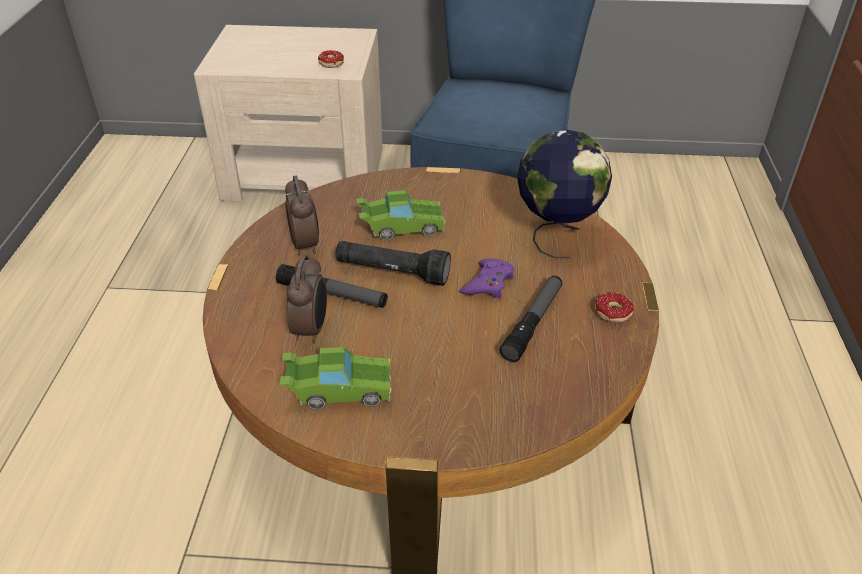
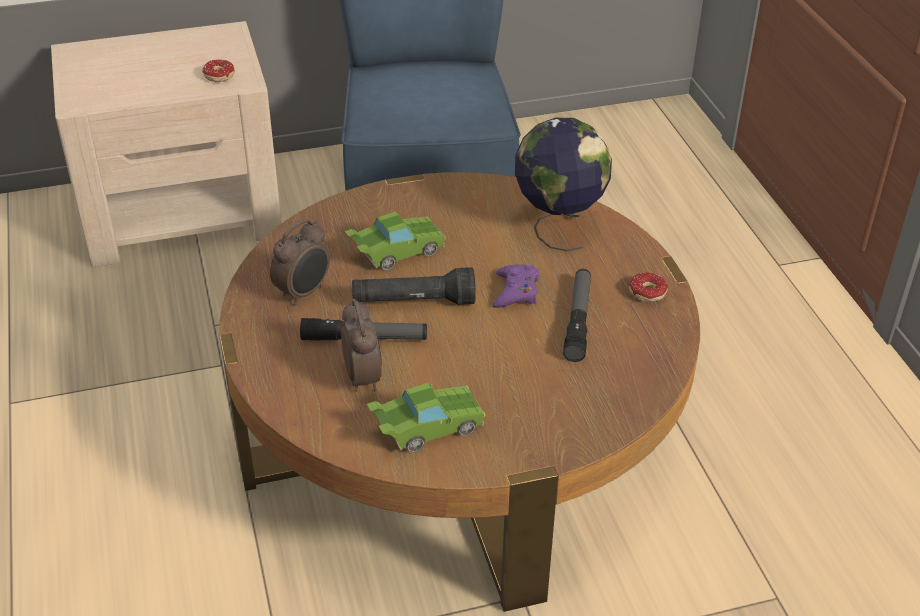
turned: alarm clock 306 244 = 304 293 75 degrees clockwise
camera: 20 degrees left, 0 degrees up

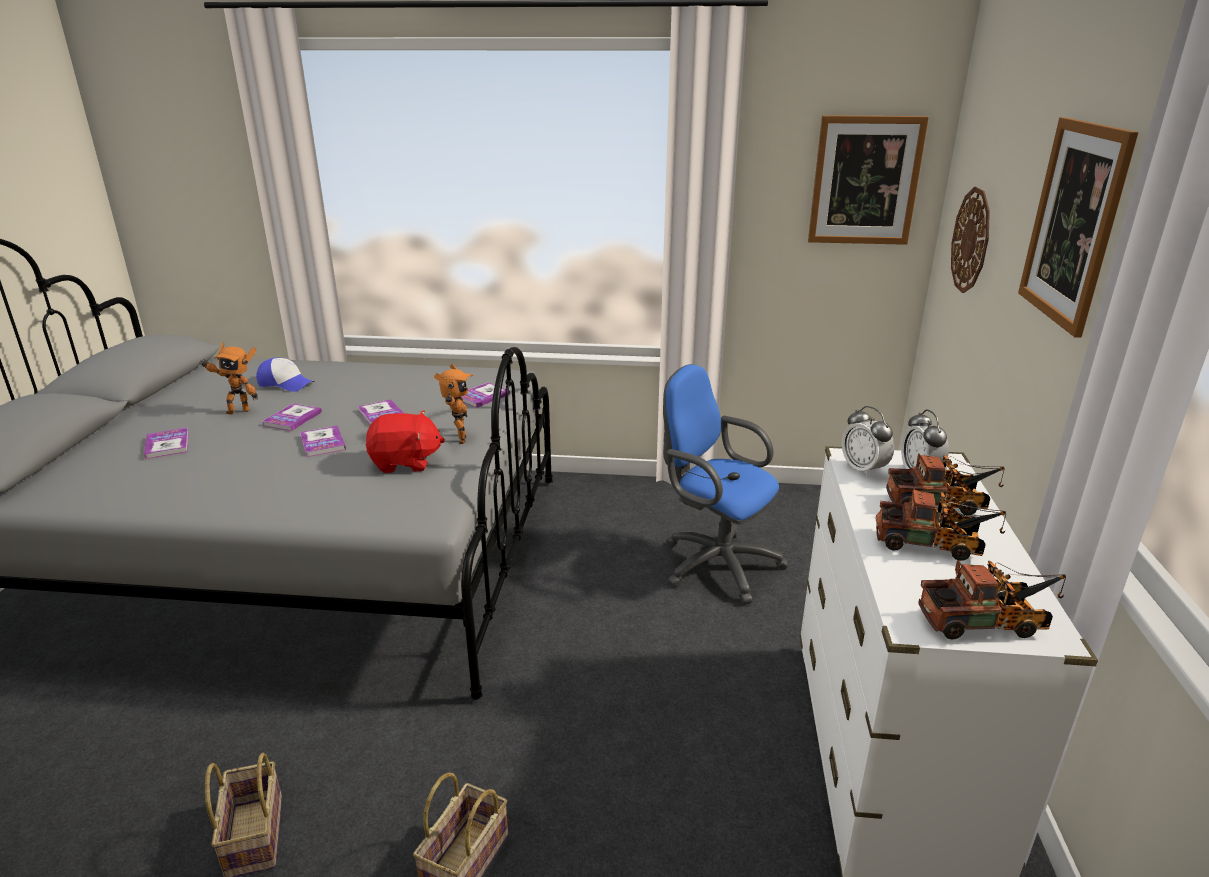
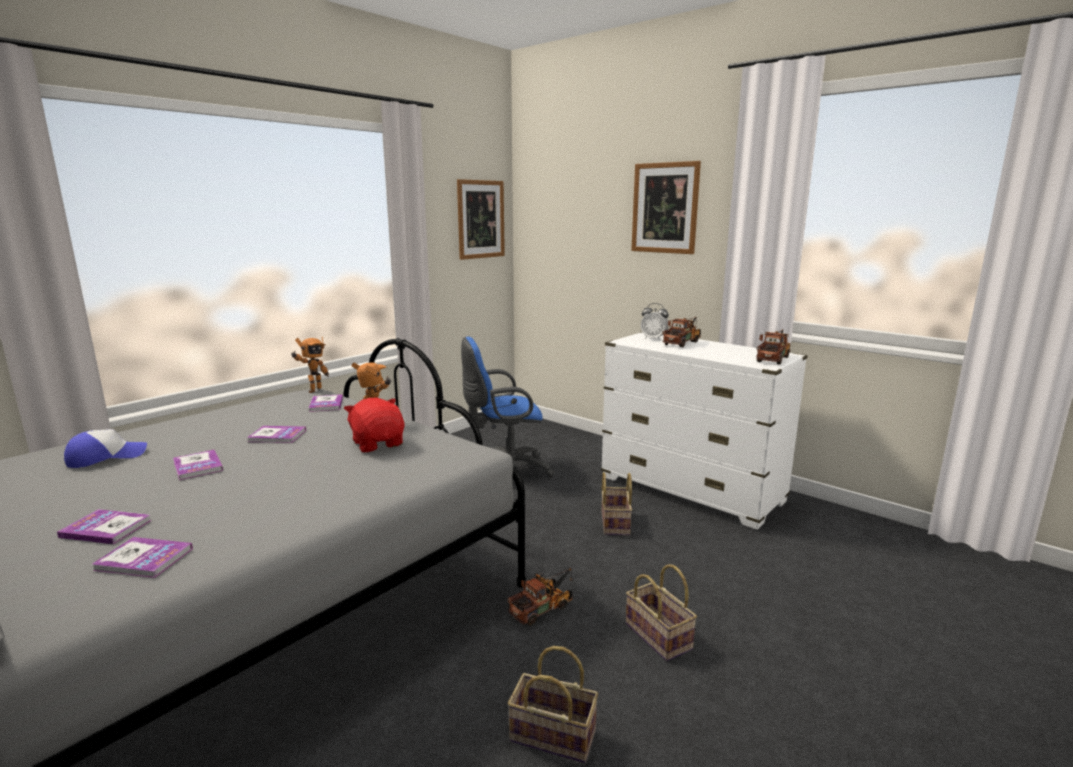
removed: alarm clock 863 469; wall clock 971 240
added: basket 614 522
moved: toy robot 238 411 to 313 390; book 323 443 to 144 559; toy truck 934 545 to 544 607
turned: red plush toy 405 462 = 378 443 60 degrees counterclockwise
camera: 55 degrees left, 10 degrees down

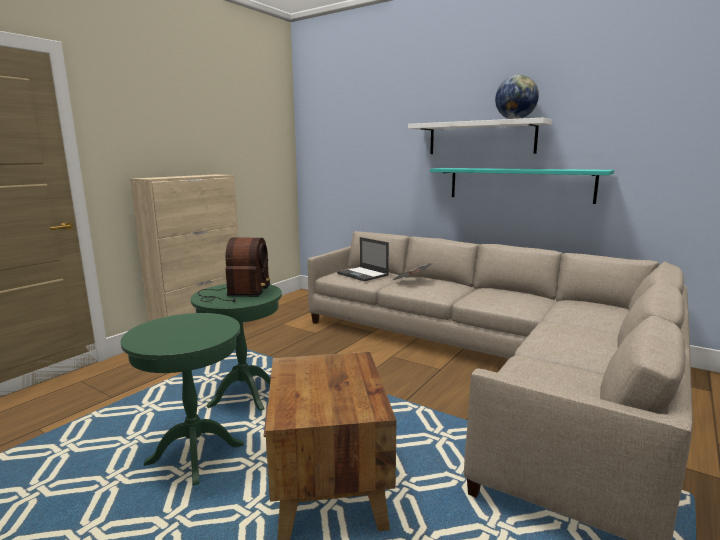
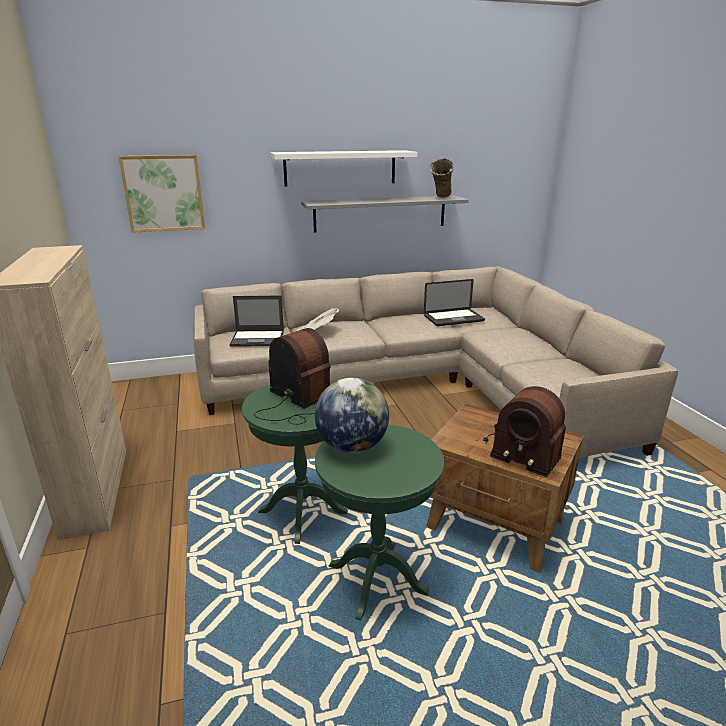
added: picture 164 193; laptop 453 318; beige vase 441 198; radio 521 448
moved: globe 515 119 to 352 446
recoloured: turquoise shelf 519 184 to grey shelf 380 213
camera: 50 degrees left, 10 degrees up

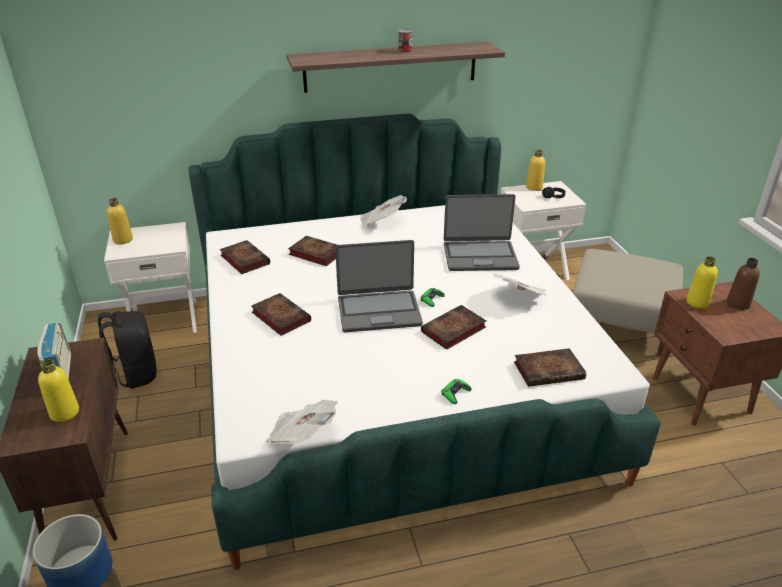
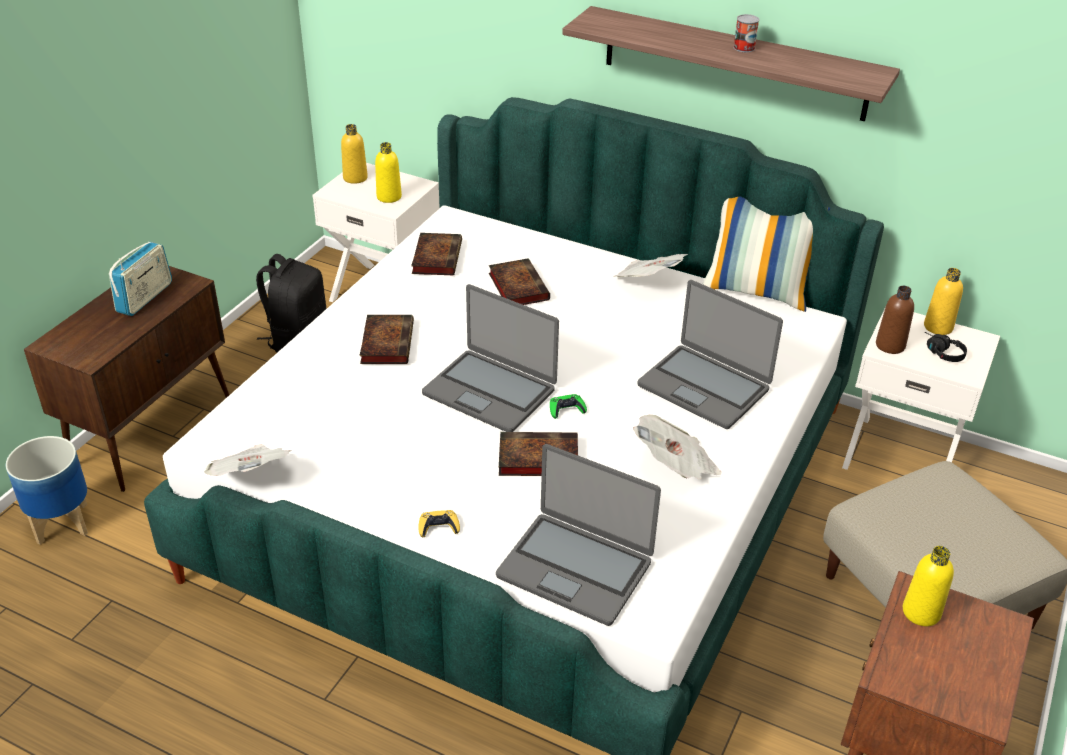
added: pillow 757 291
moved: yellow bottle 64 413 to 389 197; brown bottle 738 304 to 890 345
replaced: book 550 370 to laptop 575 568
recoloured: green game controller 455 393 to yellow game controller 438 527
camera: 40 degrees right, 5 degrees up

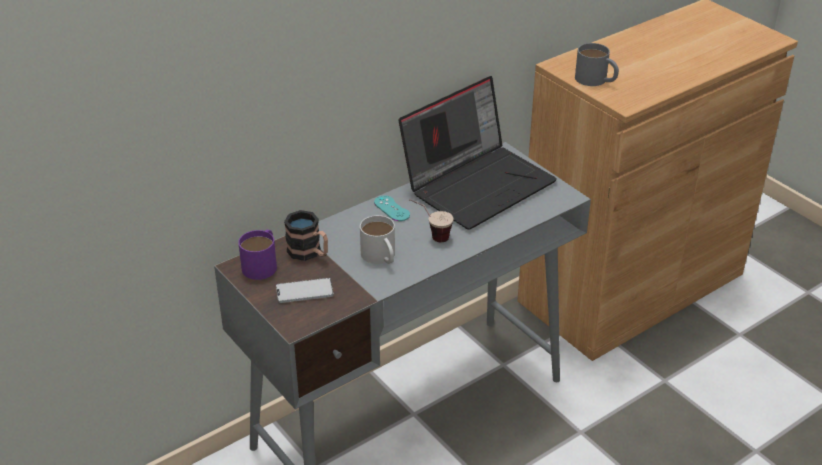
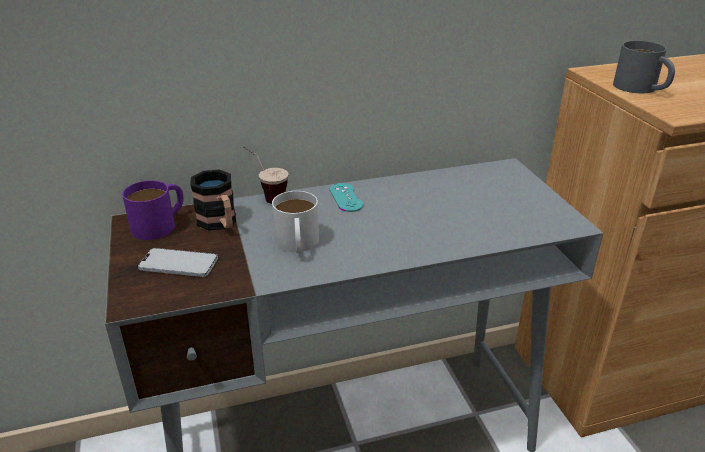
removed: laptop 478 183
moved: cup 430 236 to 266 196
camera: 20 degrees right, 5 degrees down

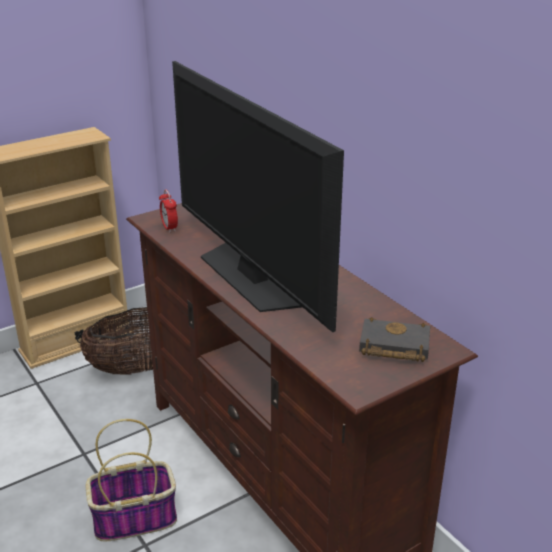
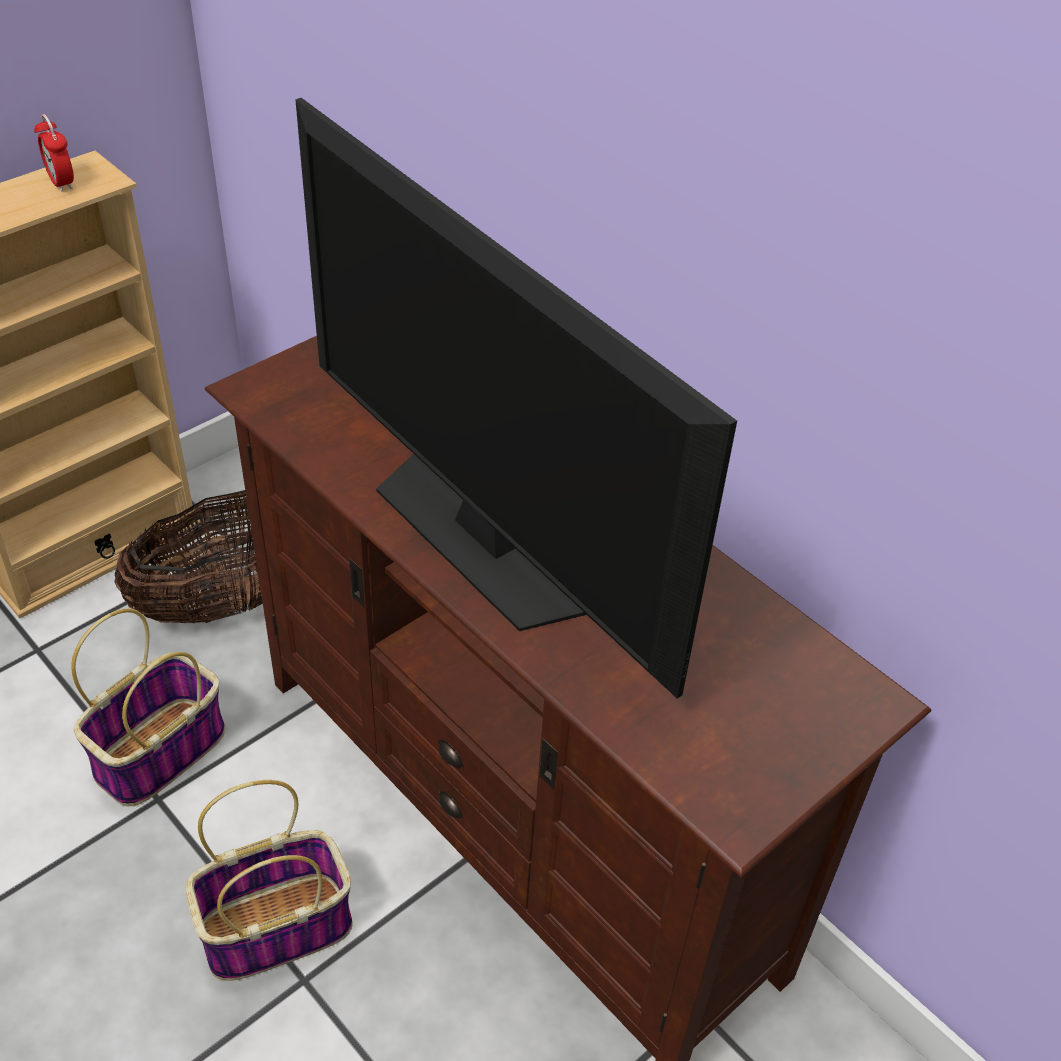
removed: black book 392 346
added: basket 160 751
moved: alarm clock 169 228 to 61 182
camera: 10 degrees left, 15 degrees up

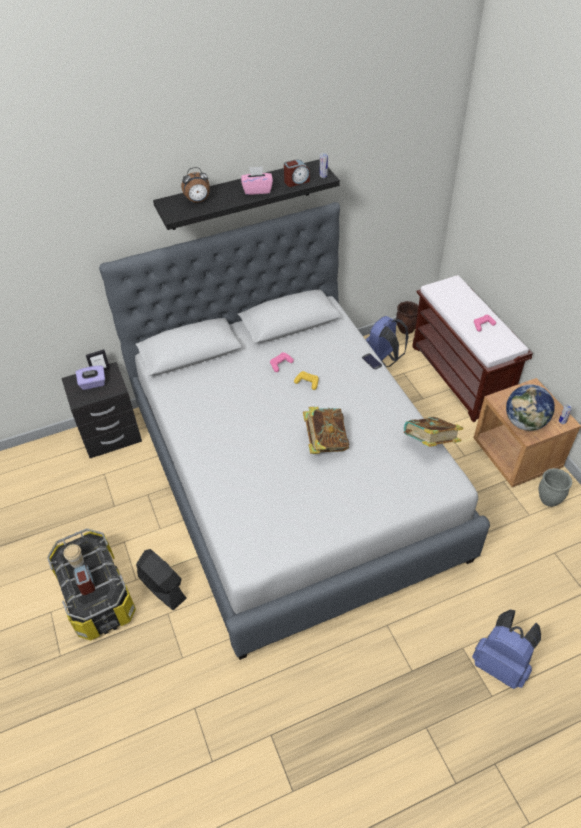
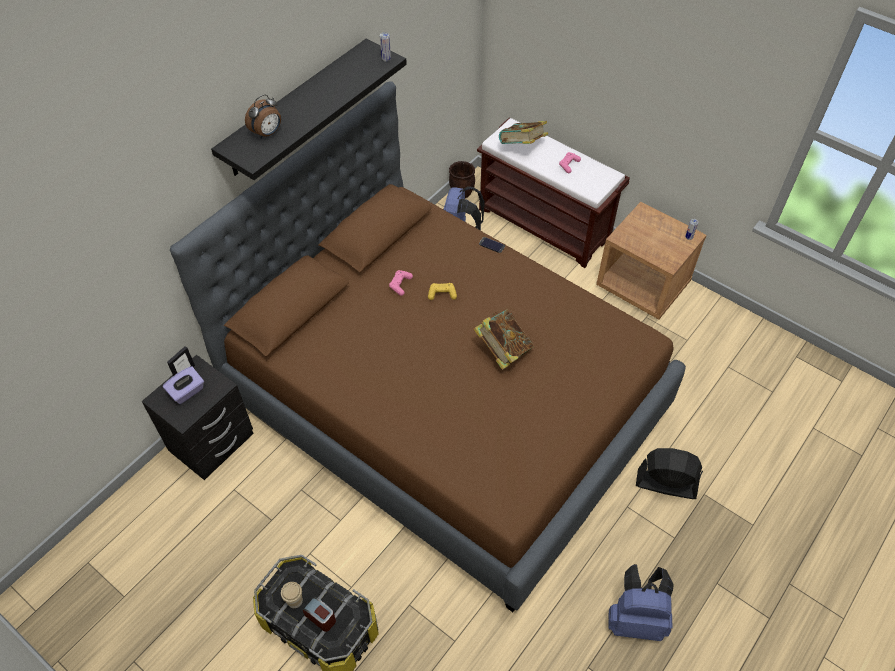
removed: pink tissue box 257 190; alarm clock 296 181; globe 525 422; grey planter 549 499
moved: black fan 162 587 to 666 484; book 429 443 to 522 147; blue backpack 501 664 to 636 619
recoloured: grey bed 293 479 to brown bed 447 402
camera: 30 degrees left, 5 degrees up

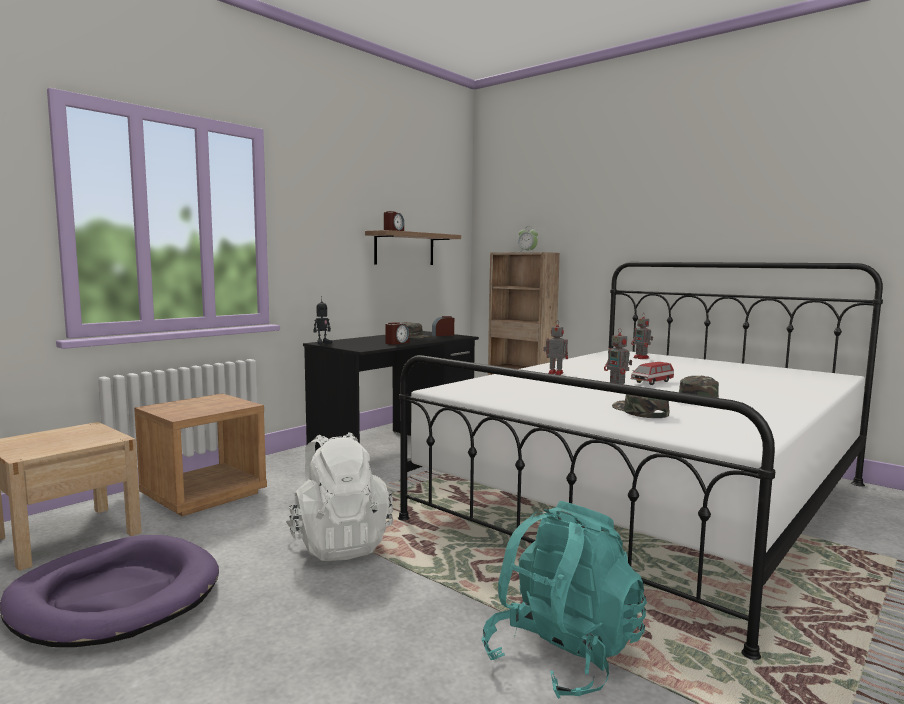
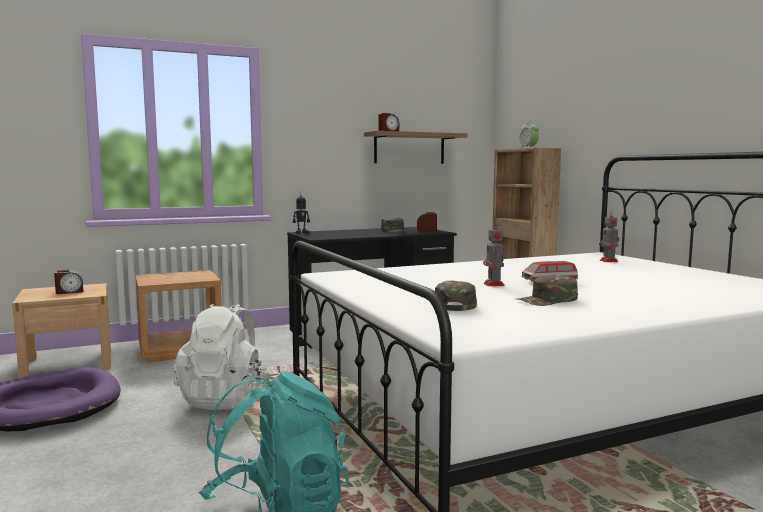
removed: toy robot 554 373
moved: alarm clock 397 343 to 69 292
camera: 25 degrees right, 0 degrees up

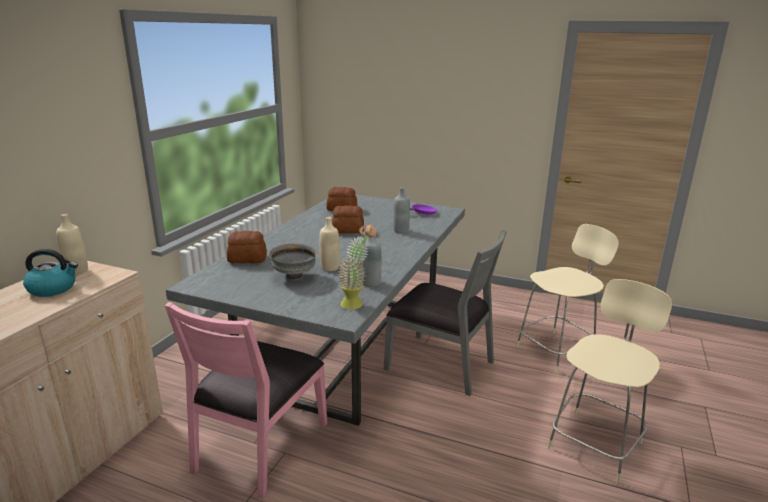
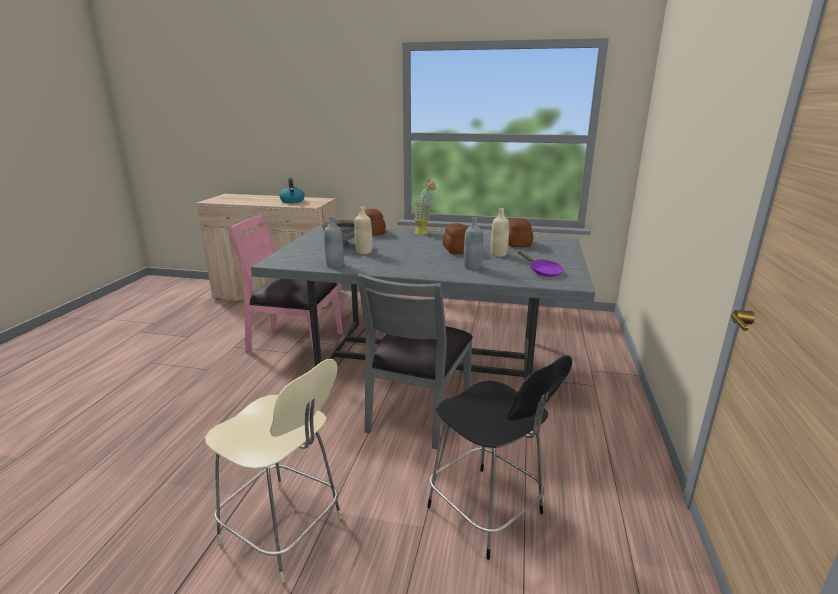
moved: beige bottle 76 271 to 498 254; potted plant 356 302 to 424 233
recoloured: beige stool 557 351 to black stool 488 512
camera: 80 degrees right, 0 degrees up

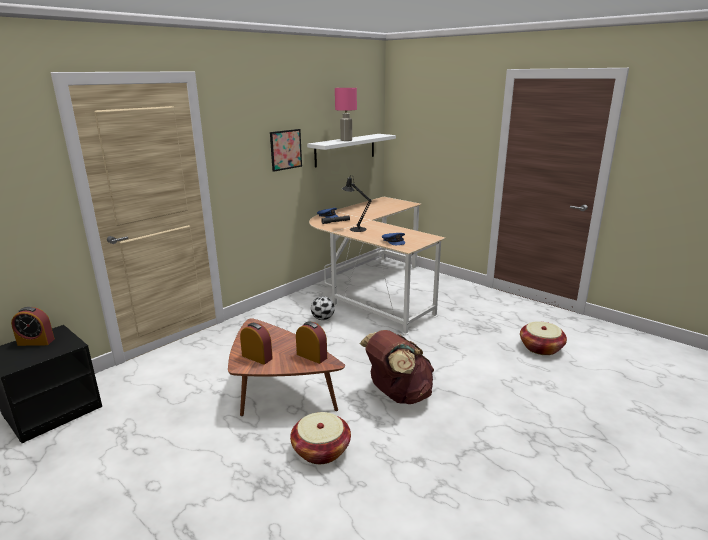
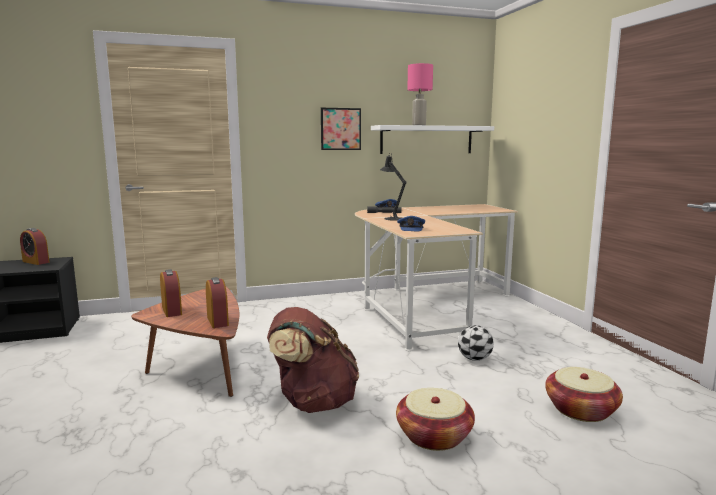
moved: basket 321 450 to 434 436; football 323 318 to 474 359
camera: 30 degrees right, 10 degrees down

